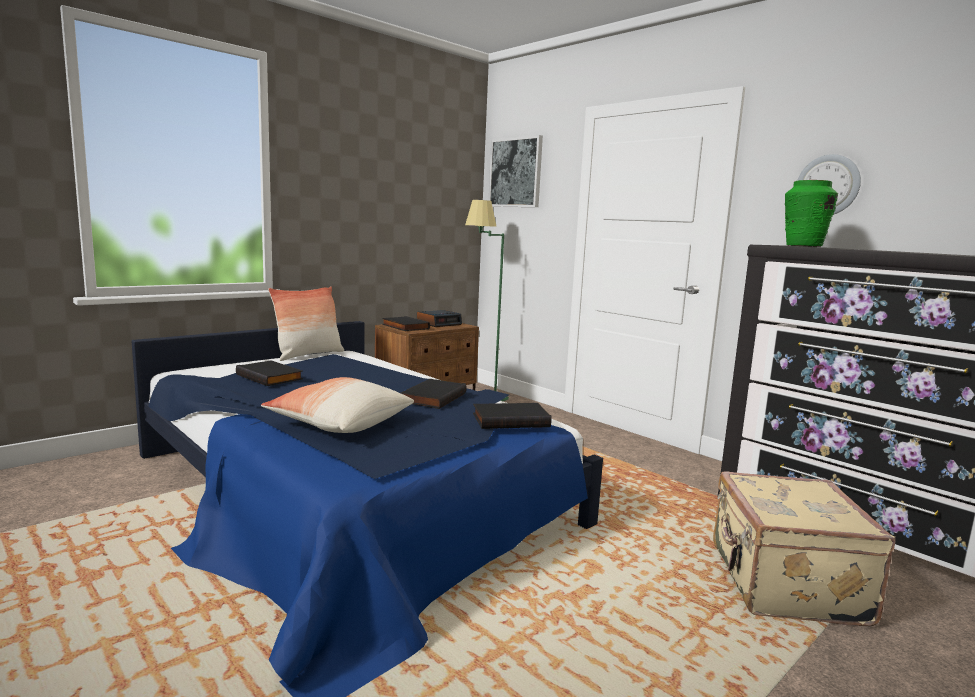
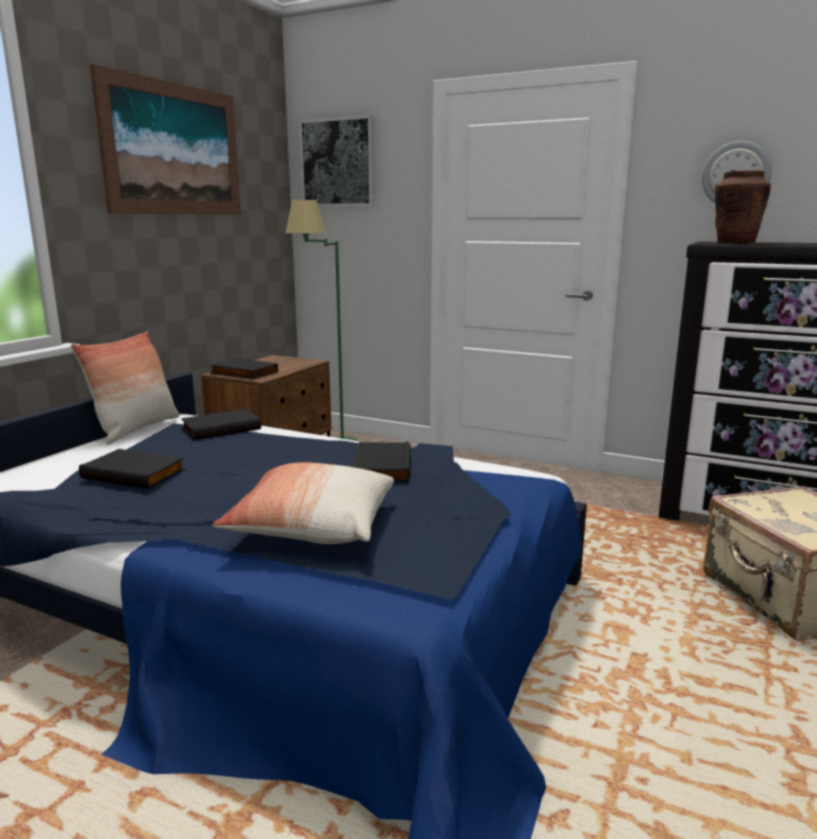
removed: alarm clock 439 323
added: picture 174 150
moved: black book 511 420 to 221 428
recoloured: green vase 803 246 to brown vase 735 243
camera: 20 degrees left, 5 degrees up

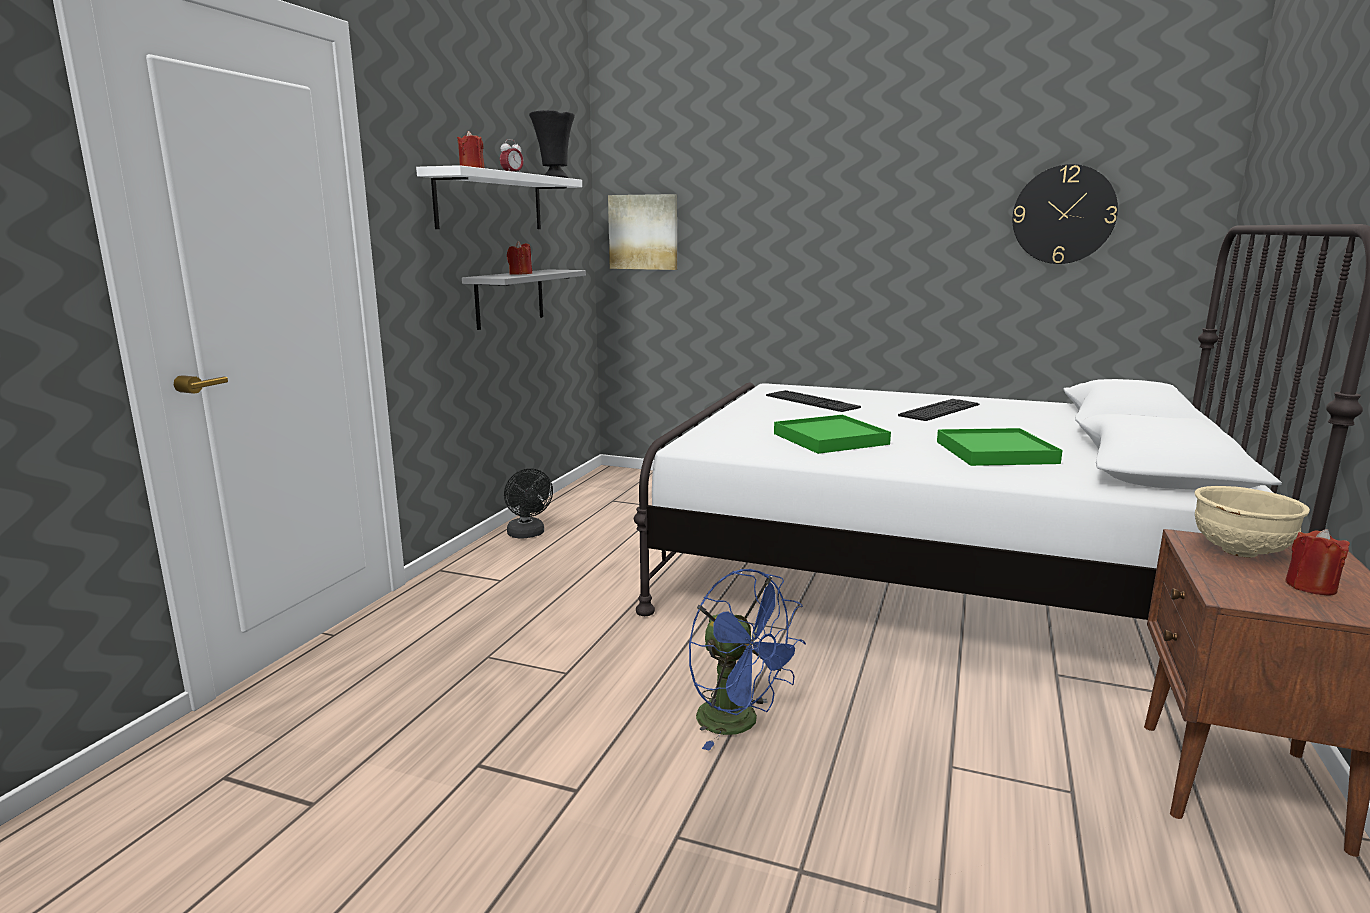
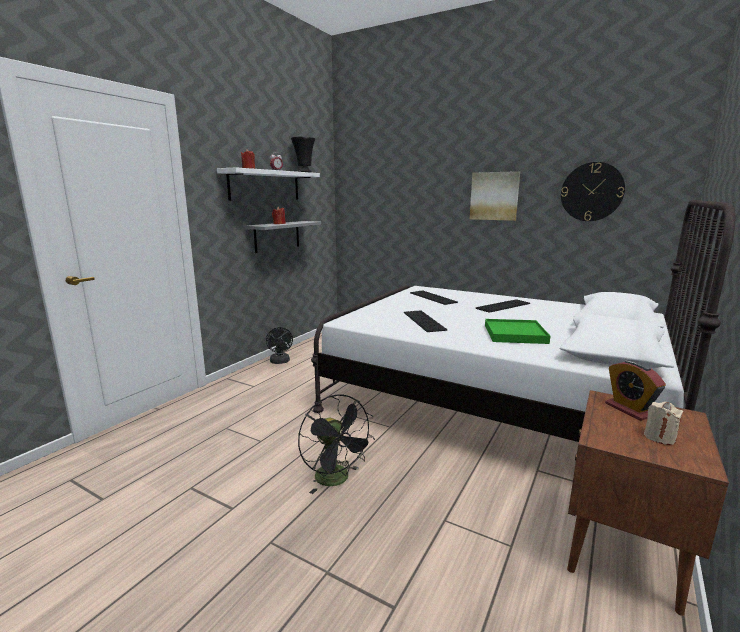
moved: picture 643 232 to 494 196
replaced: green tray 830 439 to keyboard 423 321; beige bowl 1241 552 to alarm clock 629 410
recoloured: blue fan 739 723 to black fan 337 480; red candle 1310 587 to beige candle 659 437
camera: 10 degrees right, 0 degrees up

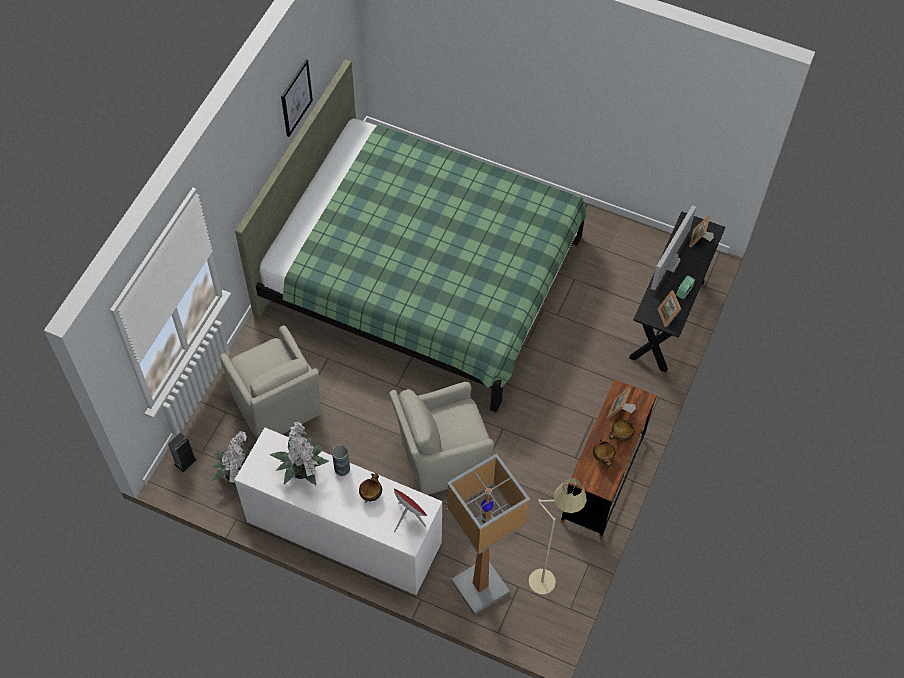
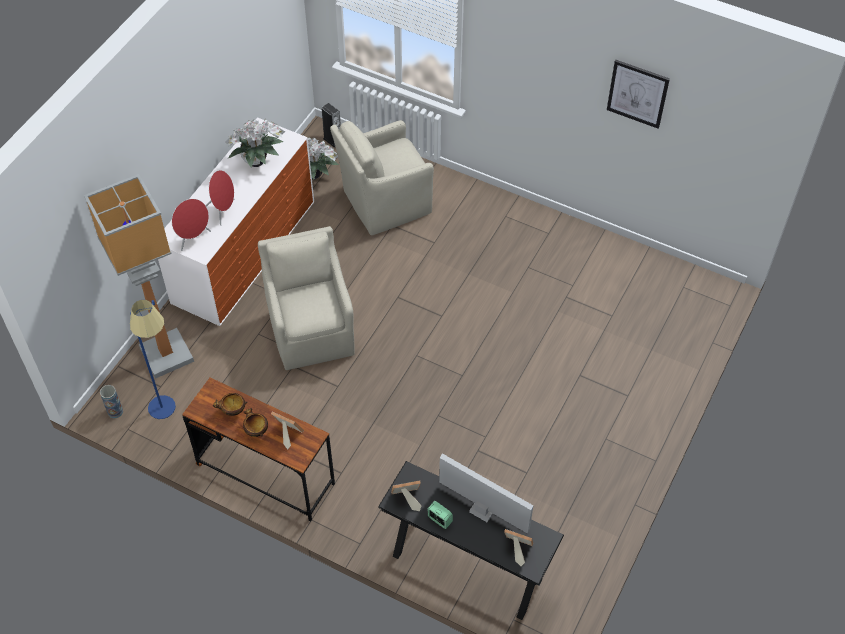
removed: green bed 421 277
moved: vase 342 468 to 115 411
replaced: bowl 371 494 to red speaker 223 211
recoloured: beige floor lamp 548 571 to blue floor lamp 170 414
camera: 95 degrees right, 5 degrees down

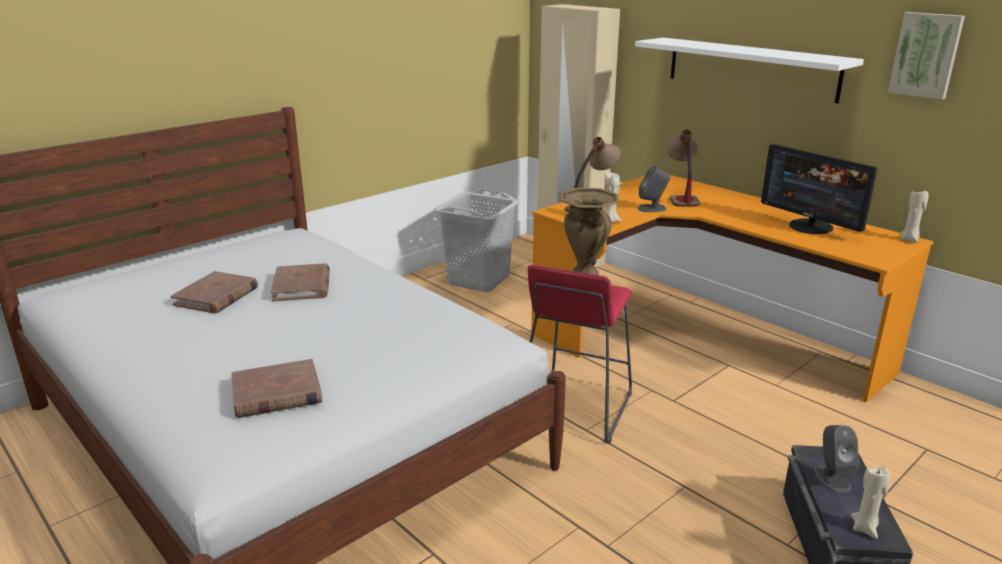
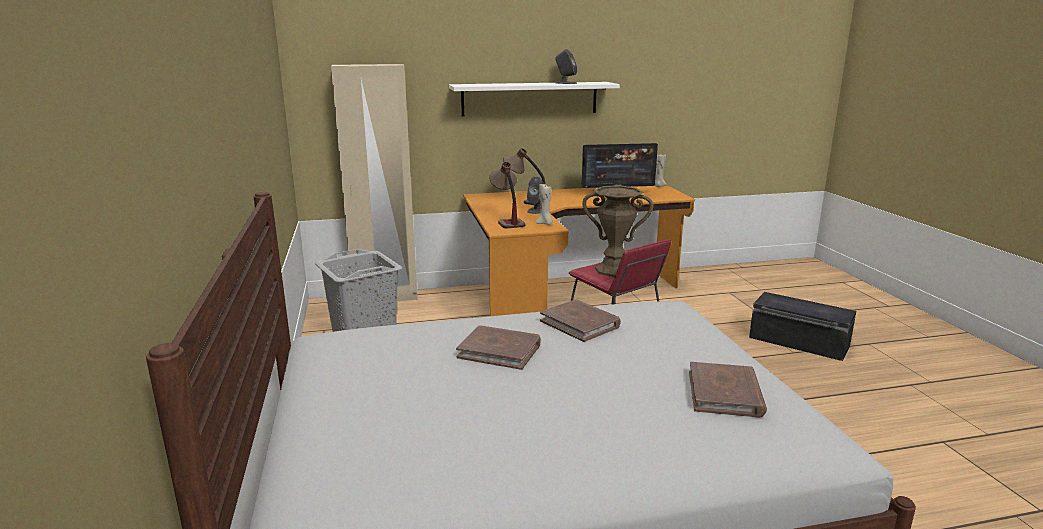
removed: beige candle 865 528; picture 926 55
moved: brown book 216 296 to 580 323; grey speaker 832 478 to 565 83
camera: 60 degrees left, 5 degrees down

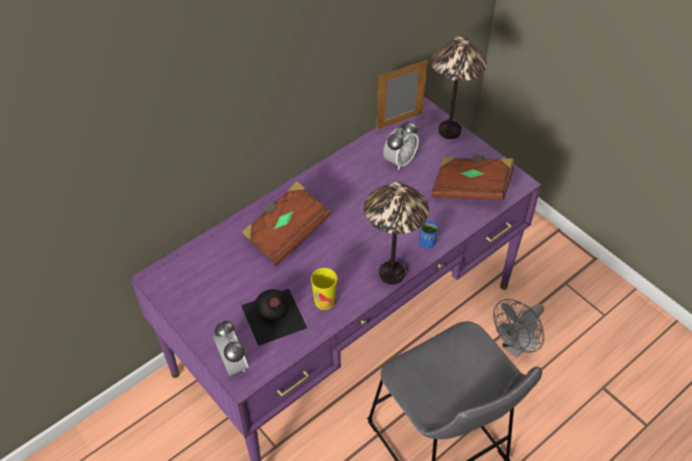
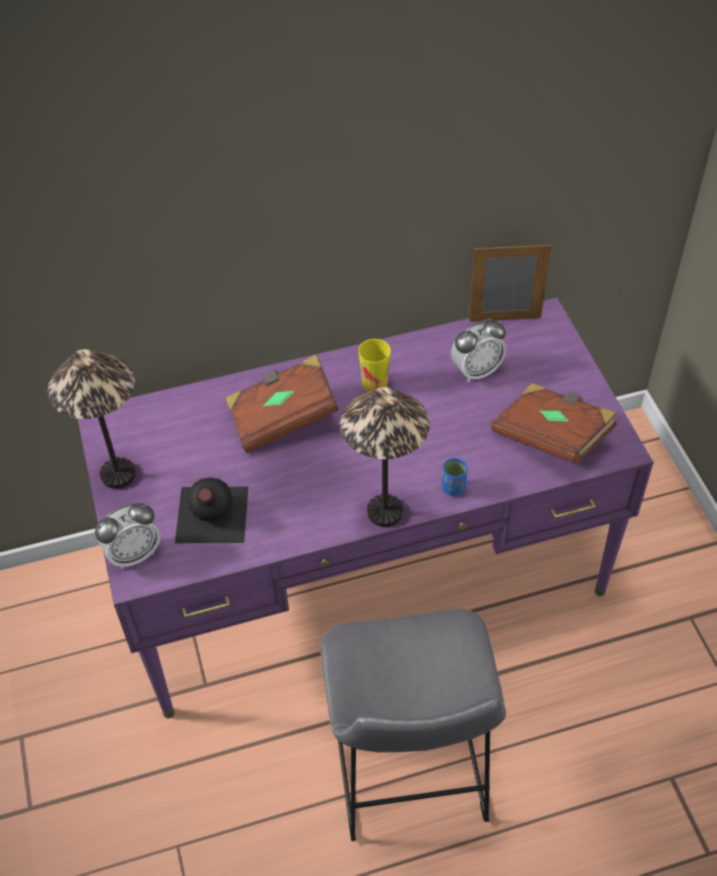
removed: grey fan 515 346
moved: cup 324 301 to 374 383; table lamp 449 130 to 118 474
turned: alarm clock 233 364 = 134 554 60 degrees clockwise
camera: 25 degrees right, 0 degrees up

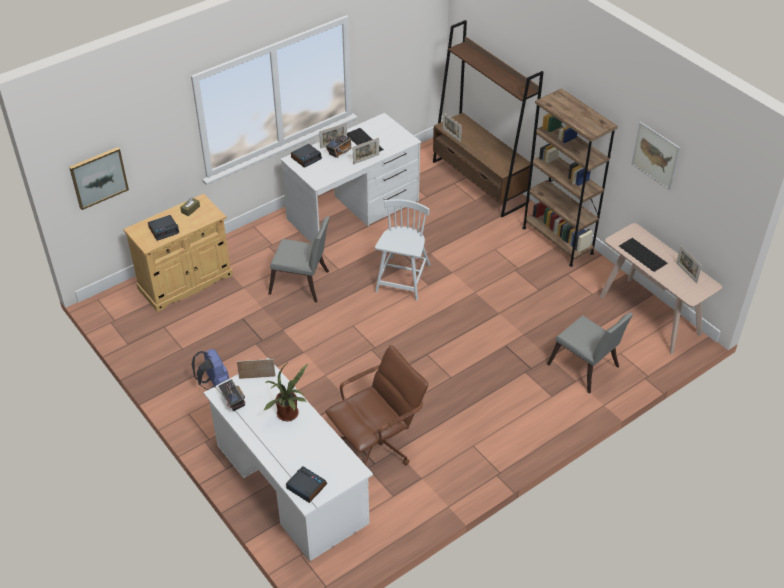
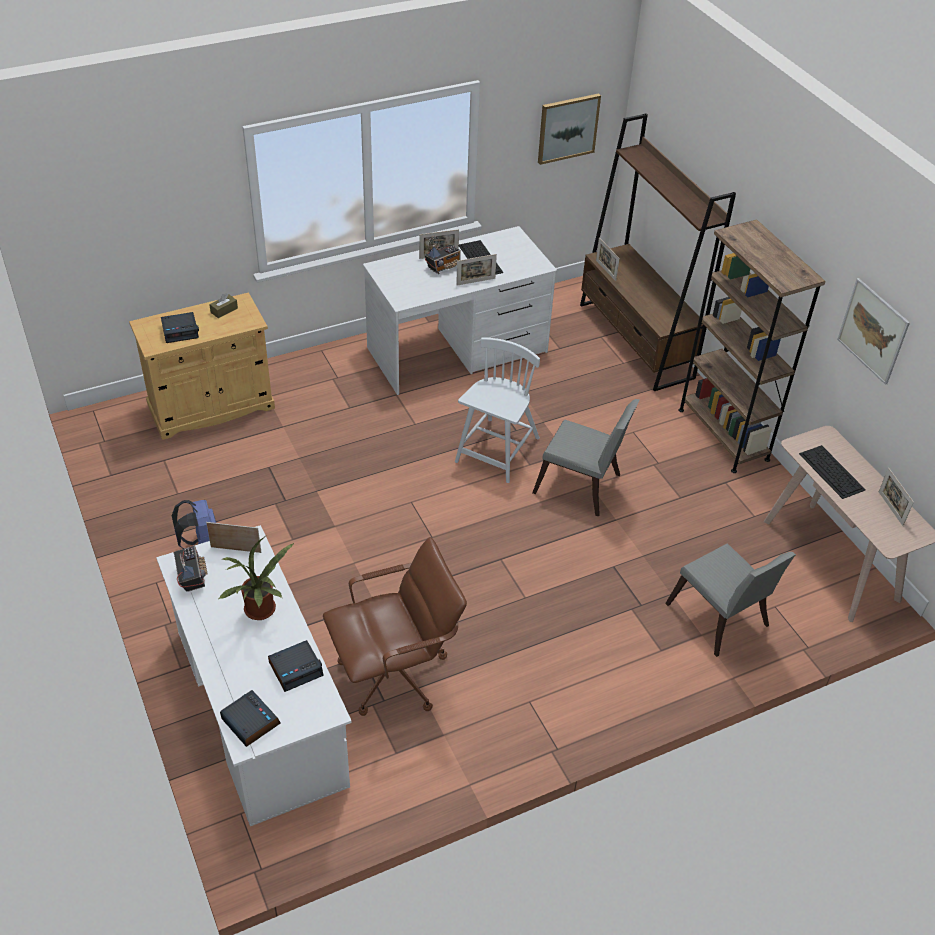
moved: picture 98 177 to 567 128; grey chair 303 284 to 581 487; alarm clock 306 158 to 296 668
camera: 10 degrees right, 0 degrees up

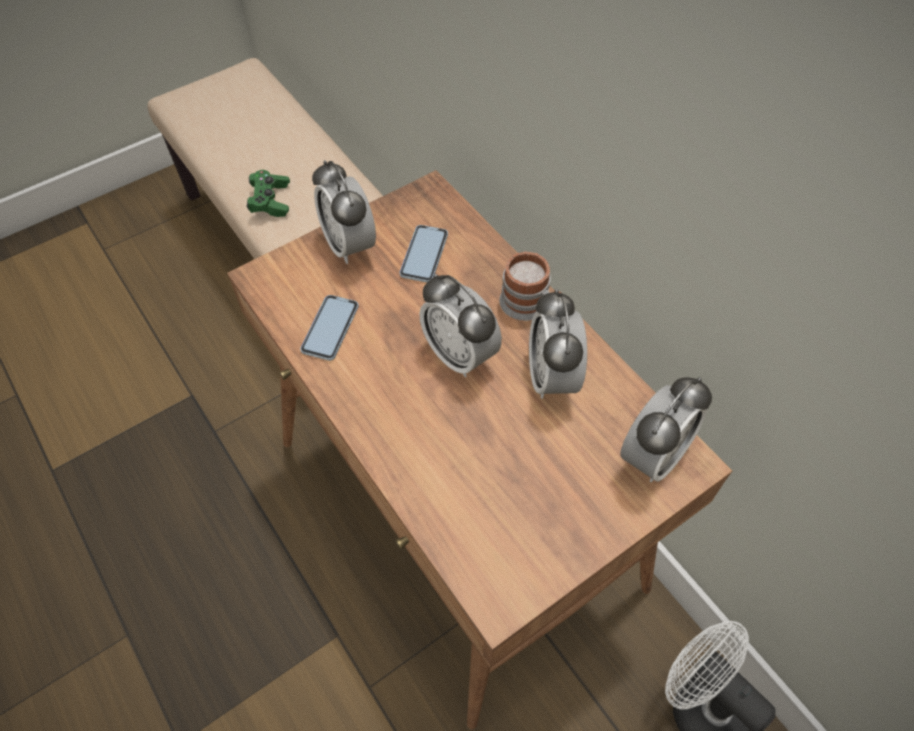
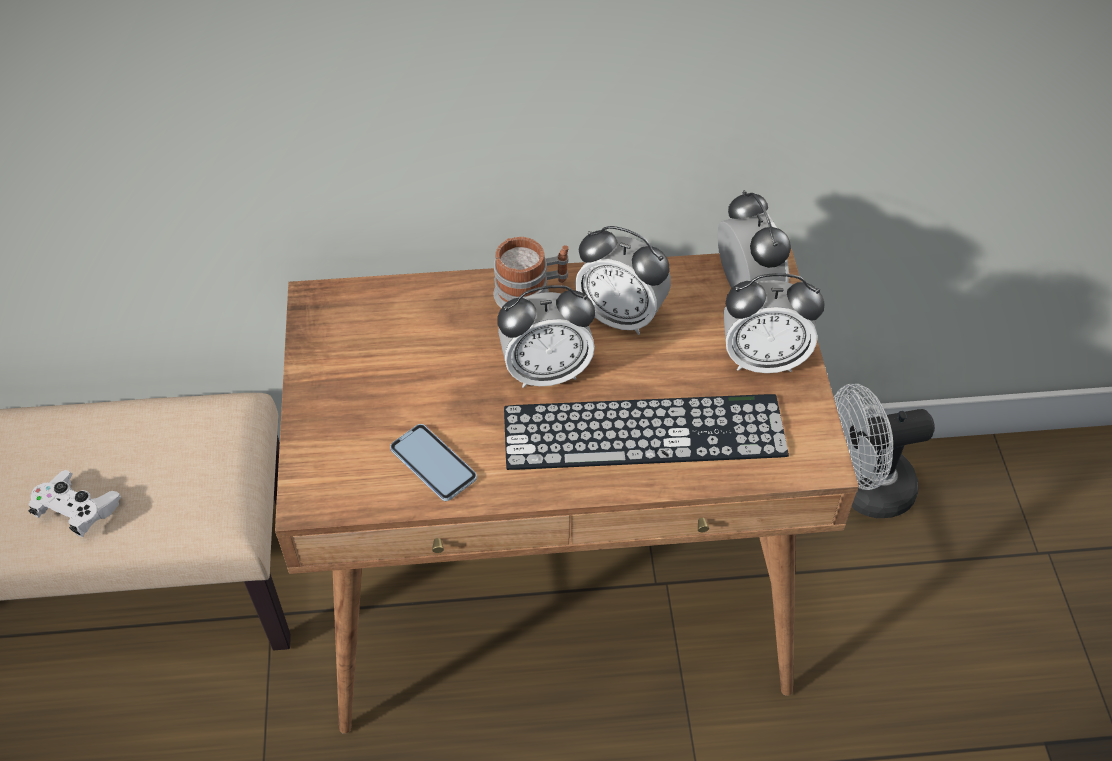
removed: phone 424 255
added: keyboard 644 432
moved: alarm clock 349 245 to 763 359
recoloured: green game controller 270 201 to white game controller 78 510
camera: 60 degrees left, 5 degrees down

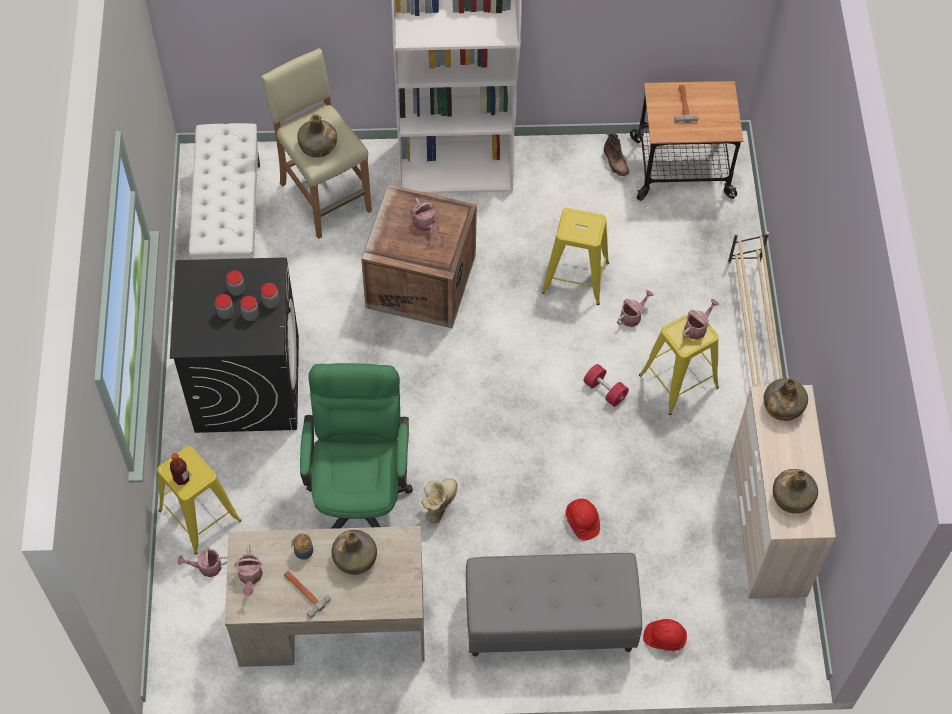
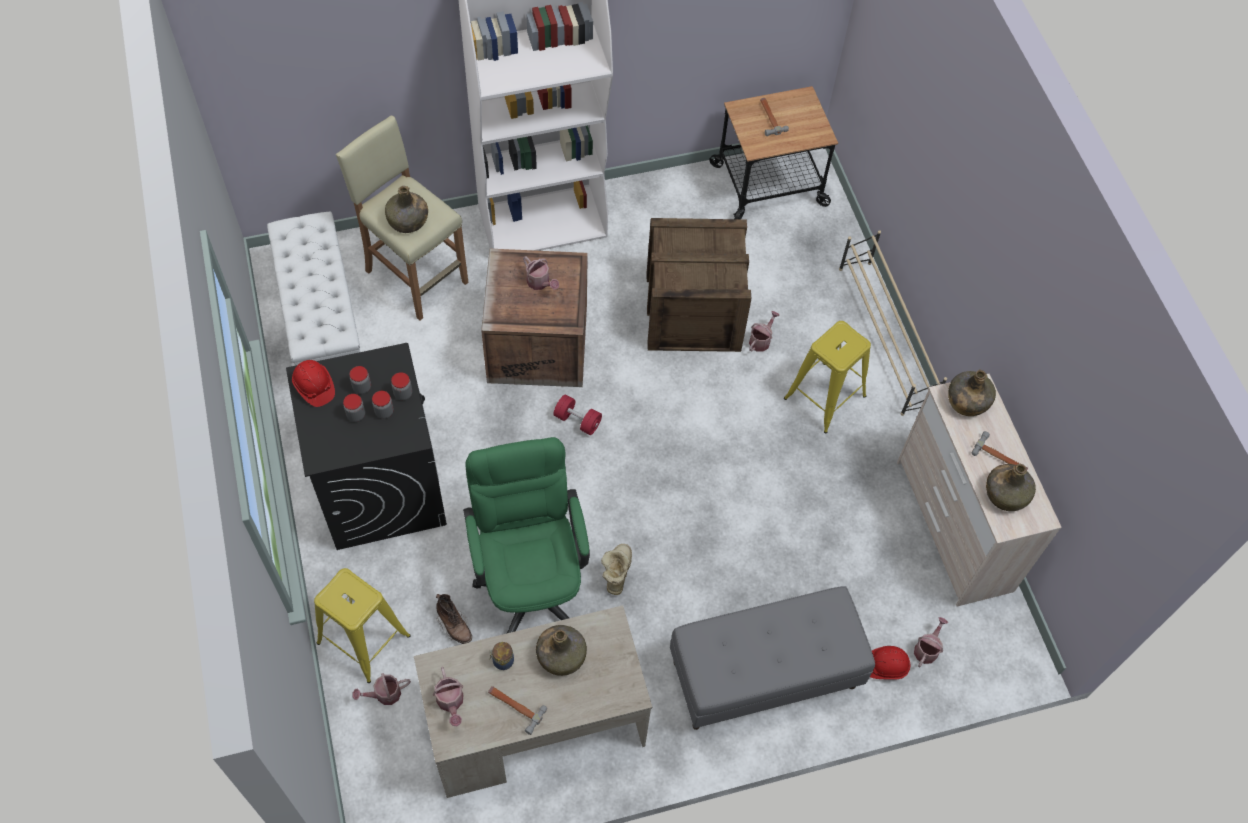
removed: bottle 182 478
added: hammer 1000 458
moved: red hard hat 582 521 to 314 387; red dumbbell 605 390 to 577 420; brown boot 615 164 to 454 625; watering can 697 327 to 927 649
replaced: yellow stool 575 277 to crate 693 312
camera: 15 degrees left, 0 degrees up

